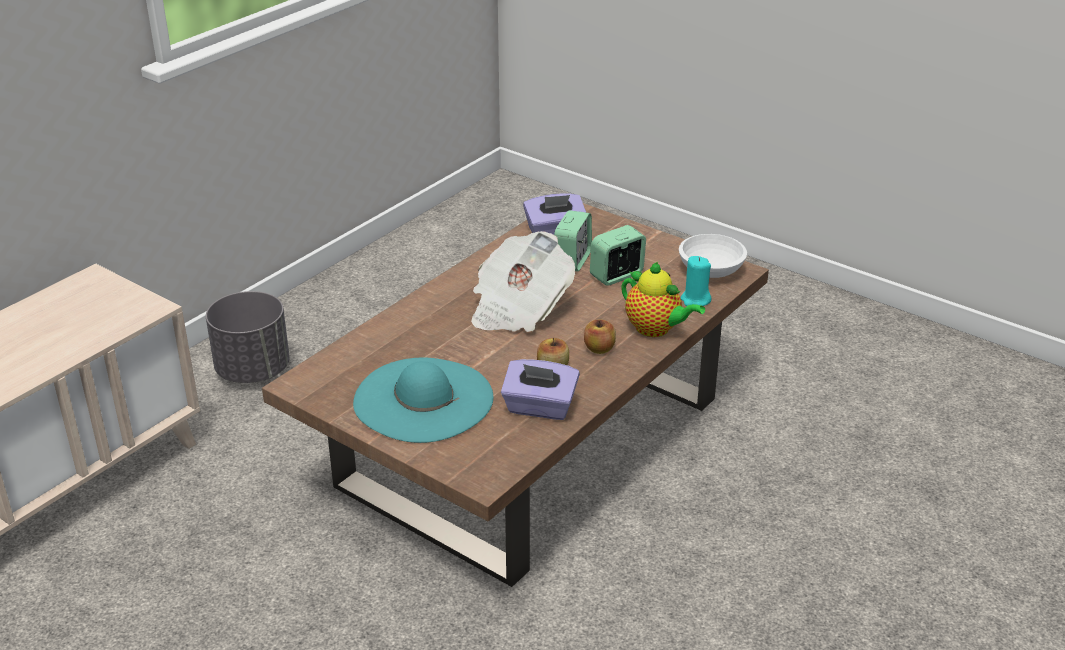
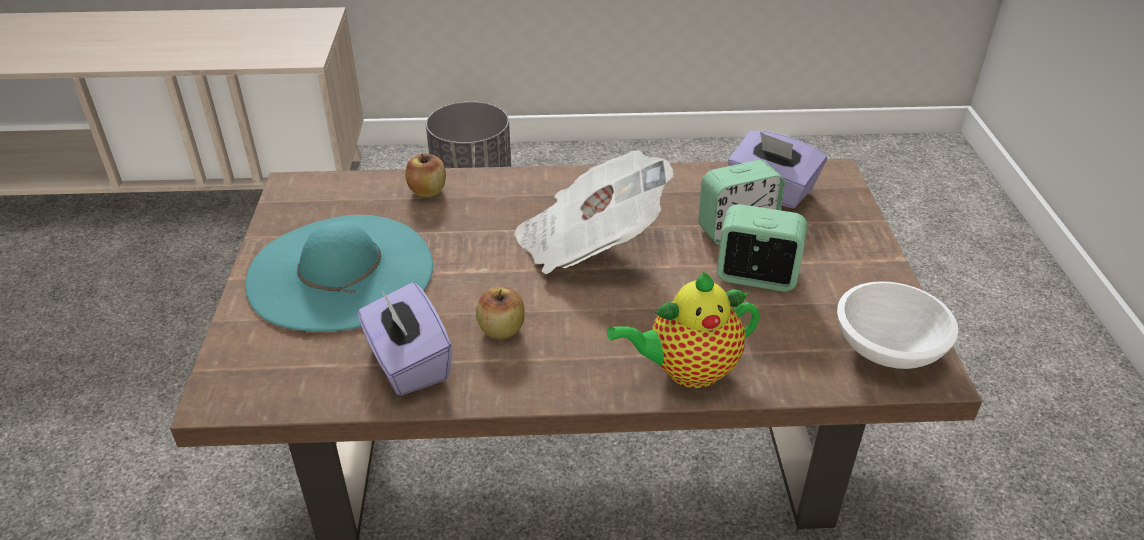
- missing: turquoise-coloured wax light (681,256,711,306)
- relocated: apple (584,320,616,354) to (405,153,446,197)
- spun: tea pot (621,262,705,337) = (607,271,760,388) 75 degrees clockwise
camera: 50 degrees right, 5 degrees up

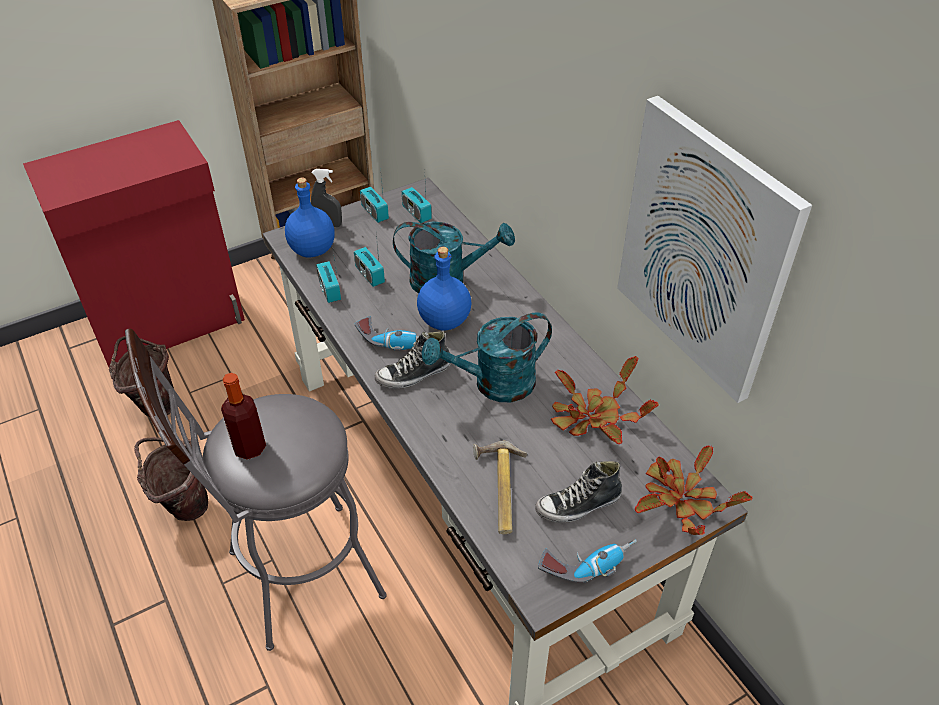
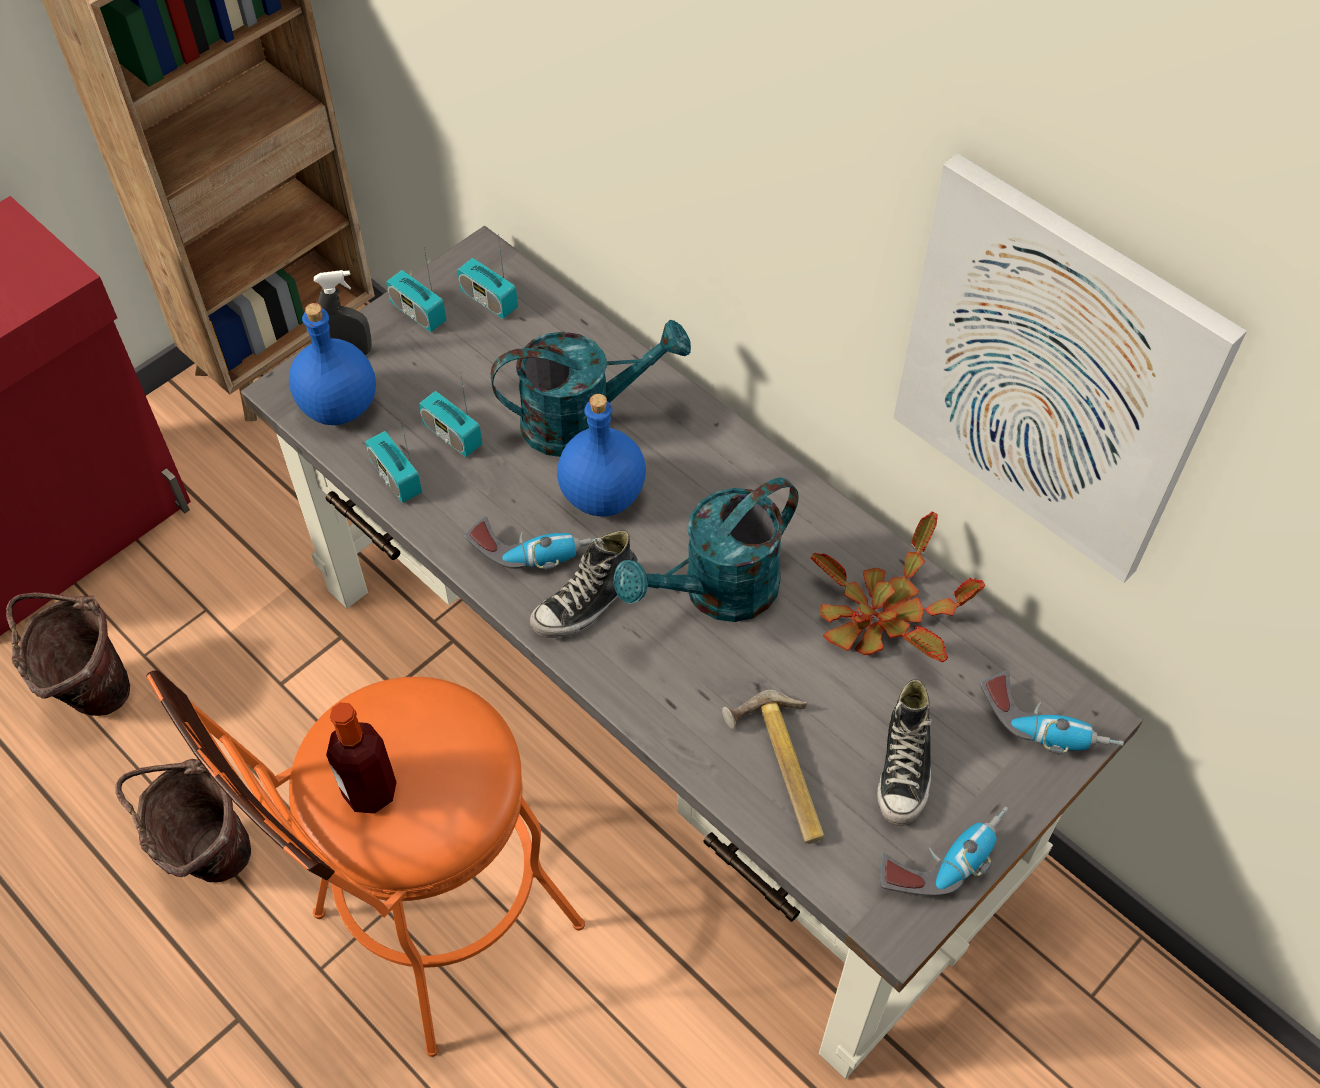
- exchanged: plant in a pot (635,445,753,535) to electric drill (980,671,1124,755)
- colour: gray stool (125,329,387,651) to orange stool (146,670,585,1057)
- spun: item of footwear (535,461,622,523) = (877,679,932,826) 45 degrees counterclockwise
camera: 15 degrees left, 10 degrees up

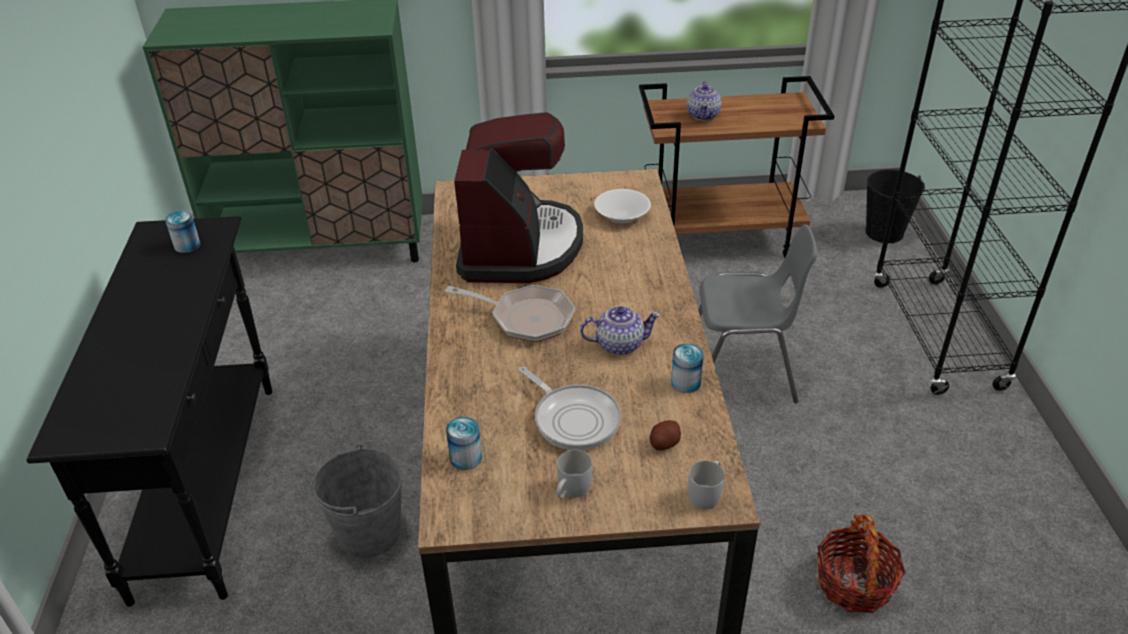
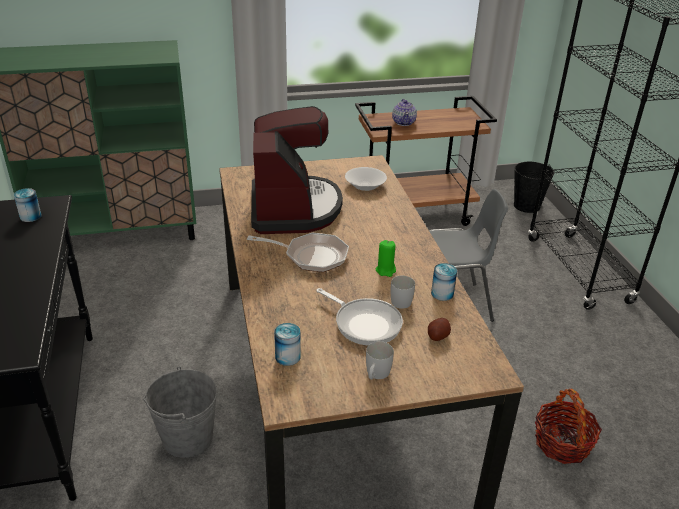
- relocated: white-coloured coffee mug (688,461,725,509) to (391,276,415,309)
- exchanged: tea pot (580,306,661,355) to green-coloured wax light (376,240,396,277)
camera: 10 degrees left, 5 degrees down

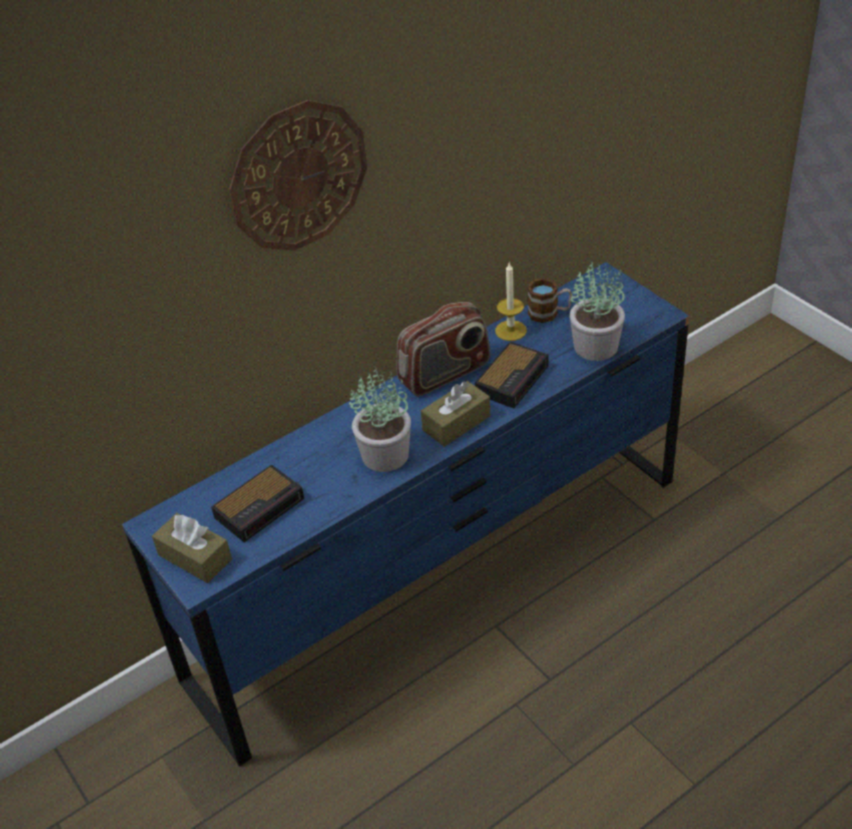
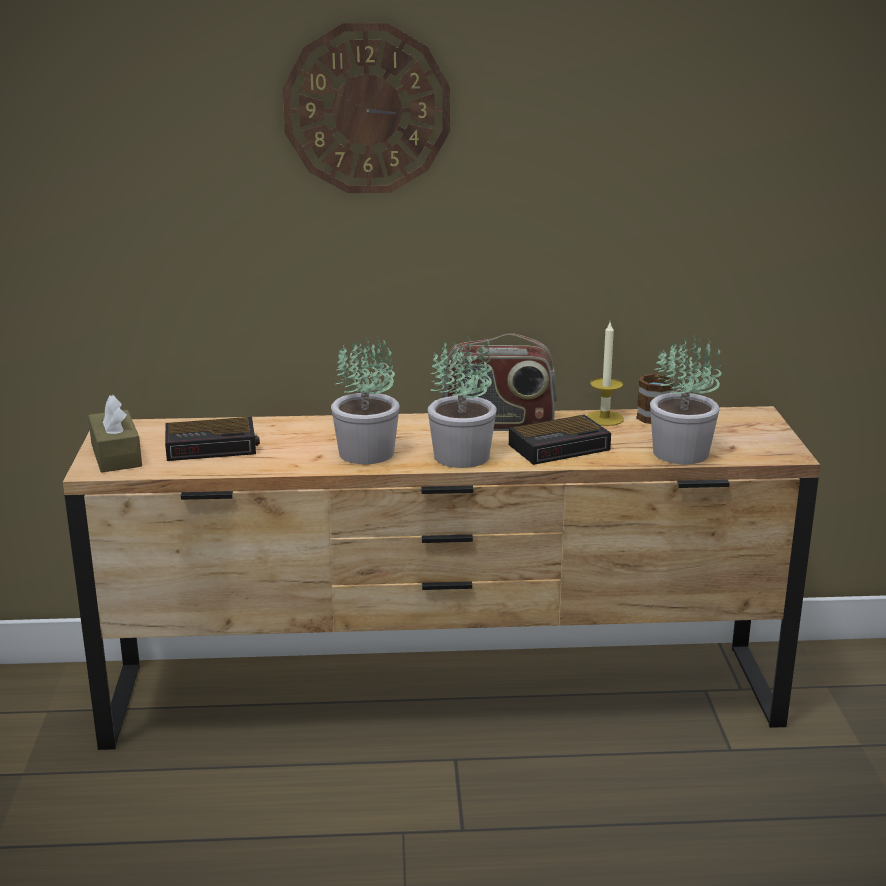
- exchanged: brown-coloured box of tissues (421,381,490,447) to plant in a pot (428,336,497,468)
- colour: bluish drawer chest (122,262,689,766) to brown-coloured drawer chest (63,406,820,750)
camera: 30 degrees right, 20 degrees down

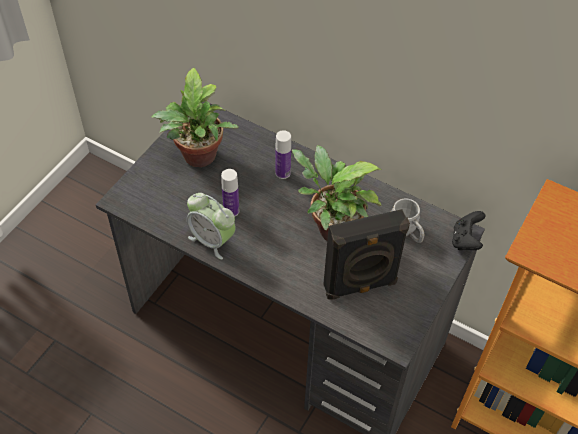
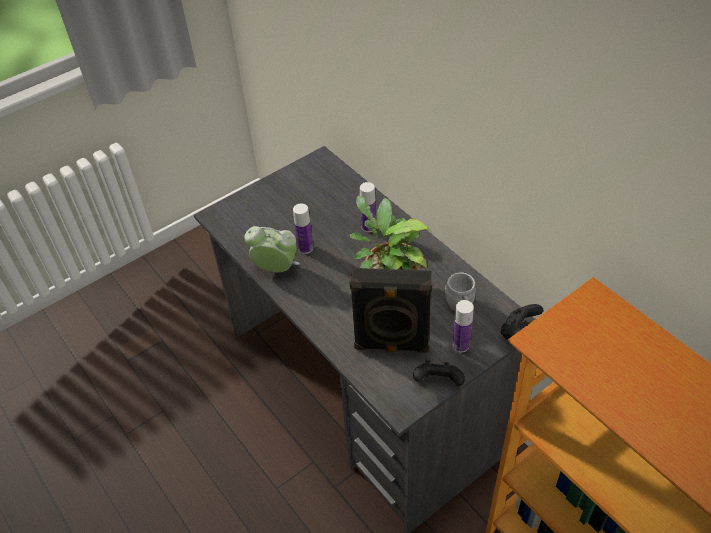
- missing: plant in a pot (152,67,239,167)
- appeared: black joypad (413,360,465,386)
- appeared: drink bottle (452,300,474,352)
- spun: bedside clock (187,193,236,259) = (244,226,300,272) 135 degrees clockwise
camera: 25 degrees right, 5 degrees down

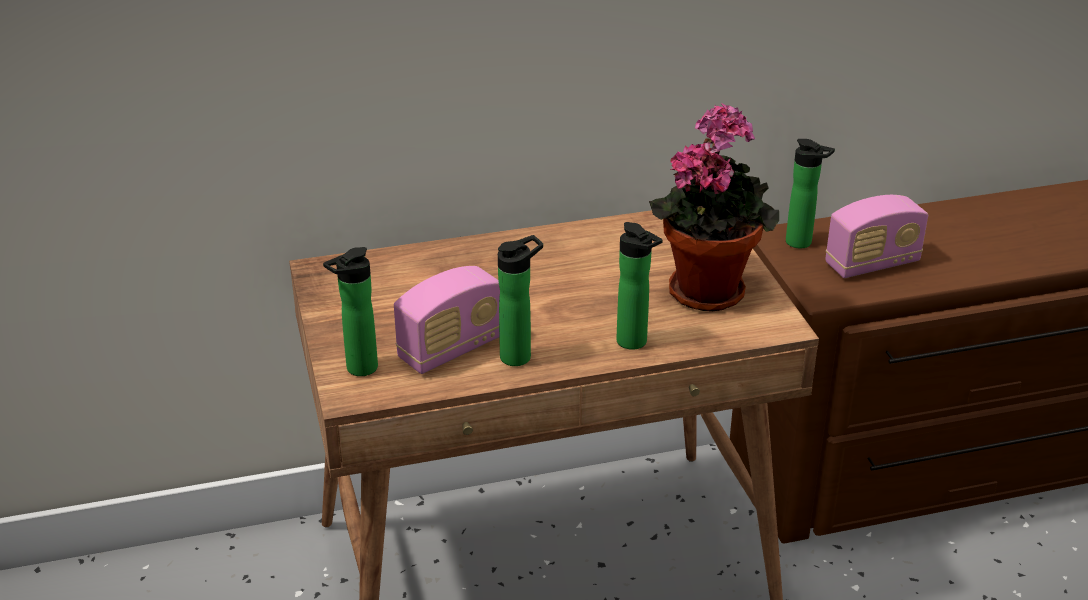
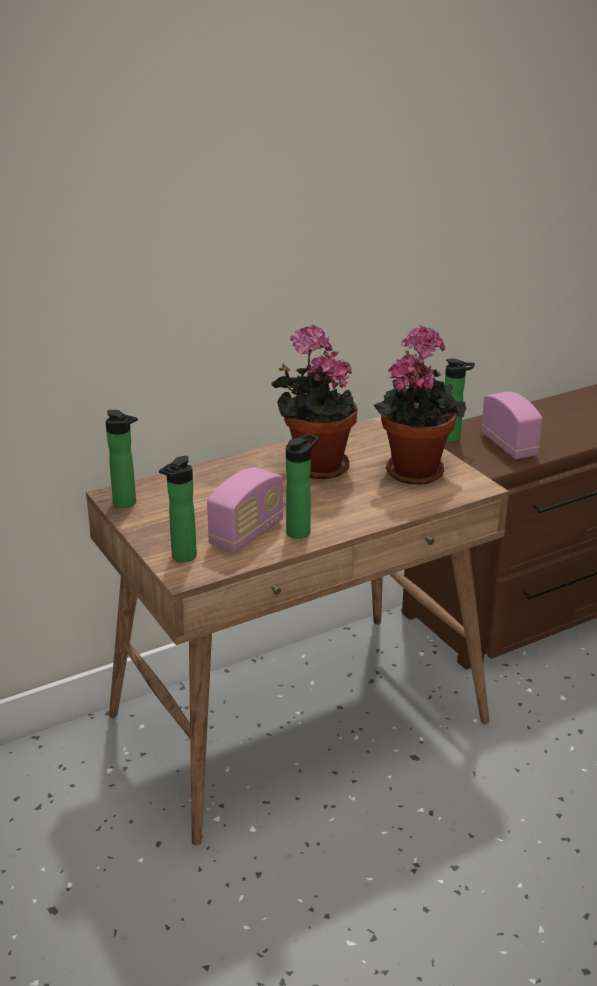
- appeared: plant in a pot (271,325,358,479)
- relocated: drink bottle (616,222,663,350) to (106,410,138,508)
- spun: radio set (825,195,928,278) = (481,392,542,459) 75 degrees counterclockwise
camera: 15 degrees left, 5 degrees down

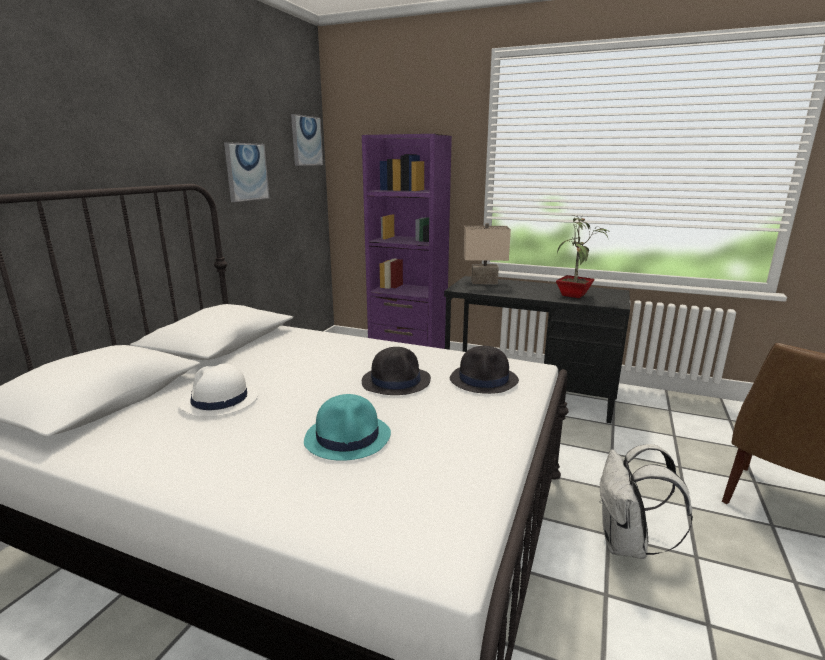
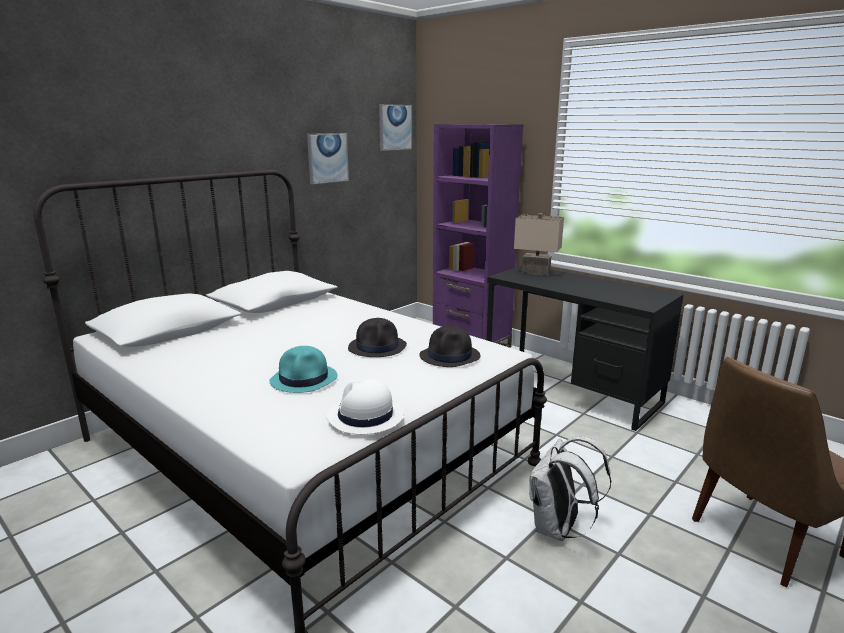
- missing: plant in a pot (556,215,611,298)
- relocated: white-coloured wearable hat (178,364,259,417) to (326,379,404,435)
camera: 20 degrees right, 0 degrees up

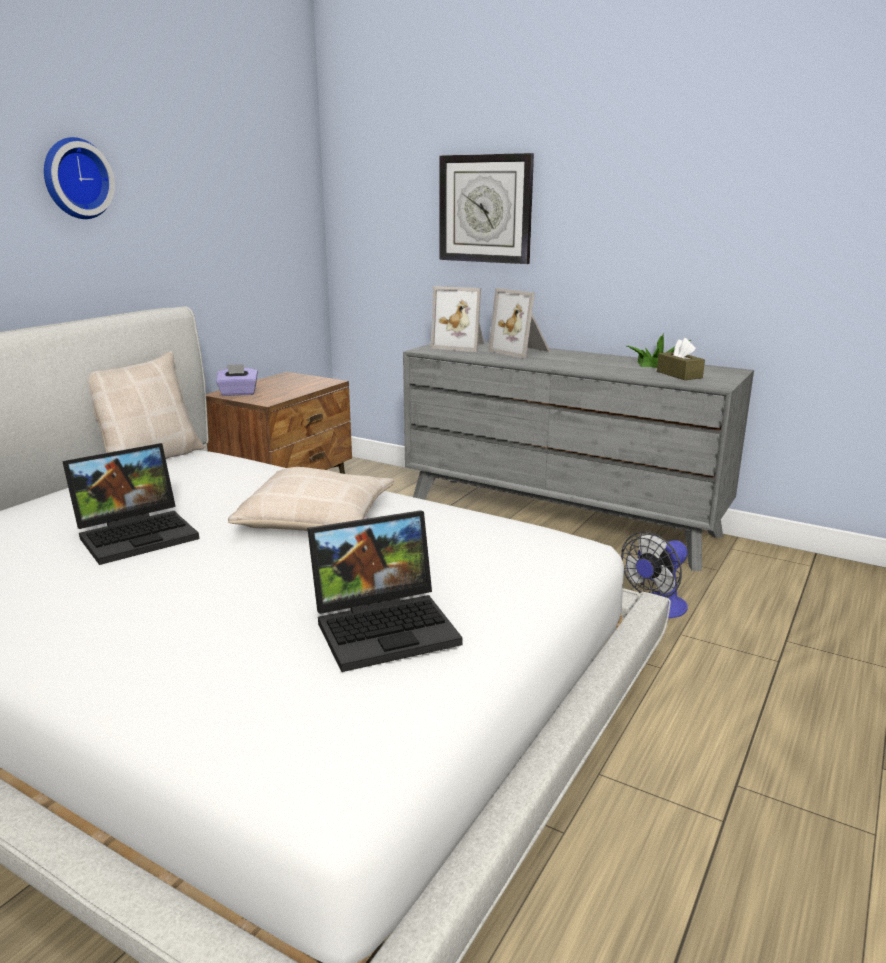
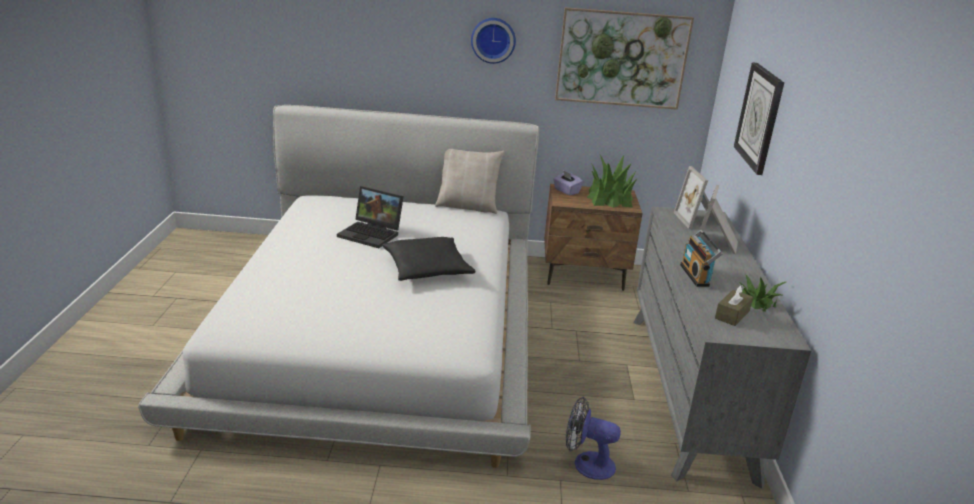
- missing: portable computer (307,510,463,672)
- appeared: picture (555,7,694,110)
- appeared: plant in a pot (587,155,637,208)
- appeared: radio set (680,230,723,287)
- colour: beige throw pillow (228,467,394,531) to black throw pillow (383,237,475,281)
camera: 60 degrees right, 5 degrees up

